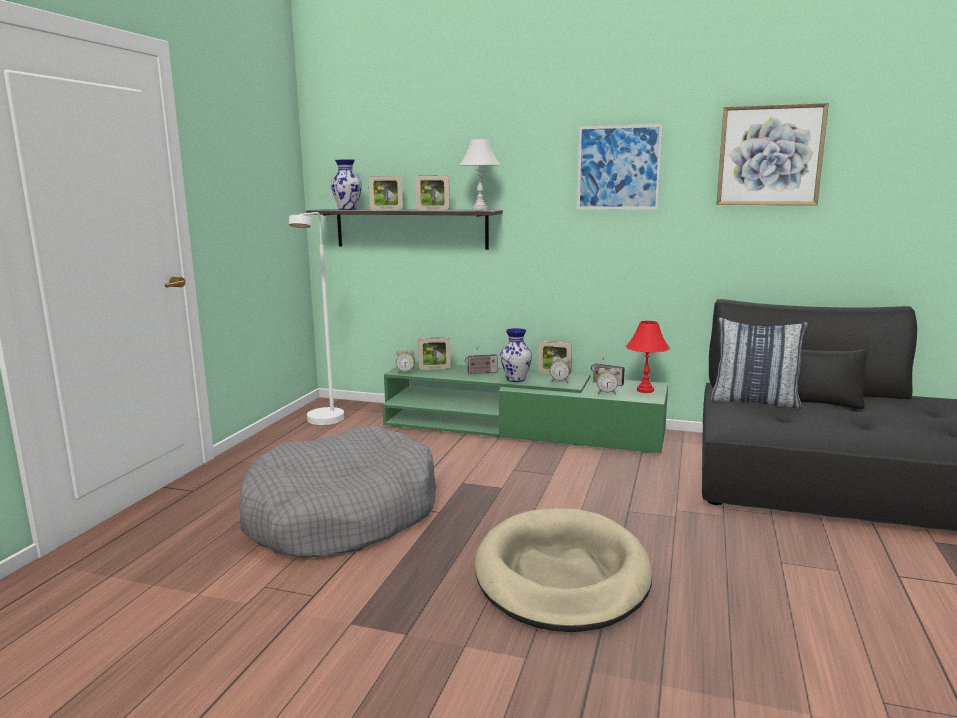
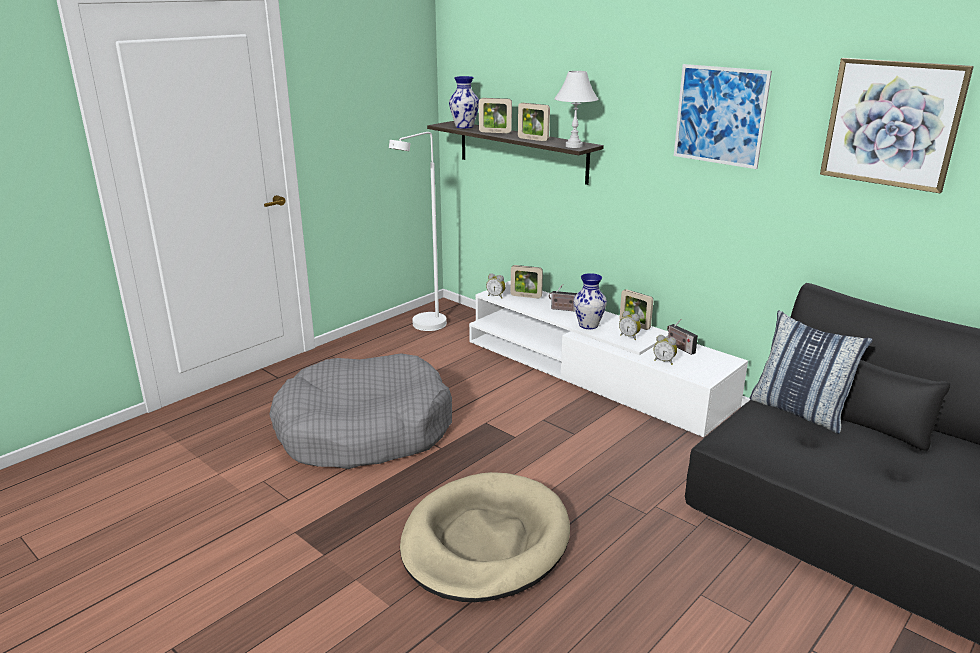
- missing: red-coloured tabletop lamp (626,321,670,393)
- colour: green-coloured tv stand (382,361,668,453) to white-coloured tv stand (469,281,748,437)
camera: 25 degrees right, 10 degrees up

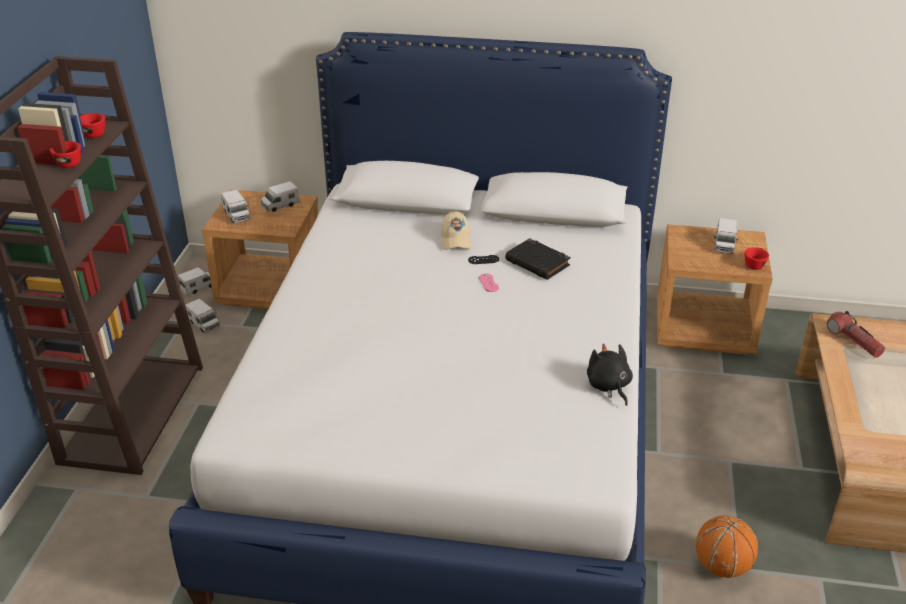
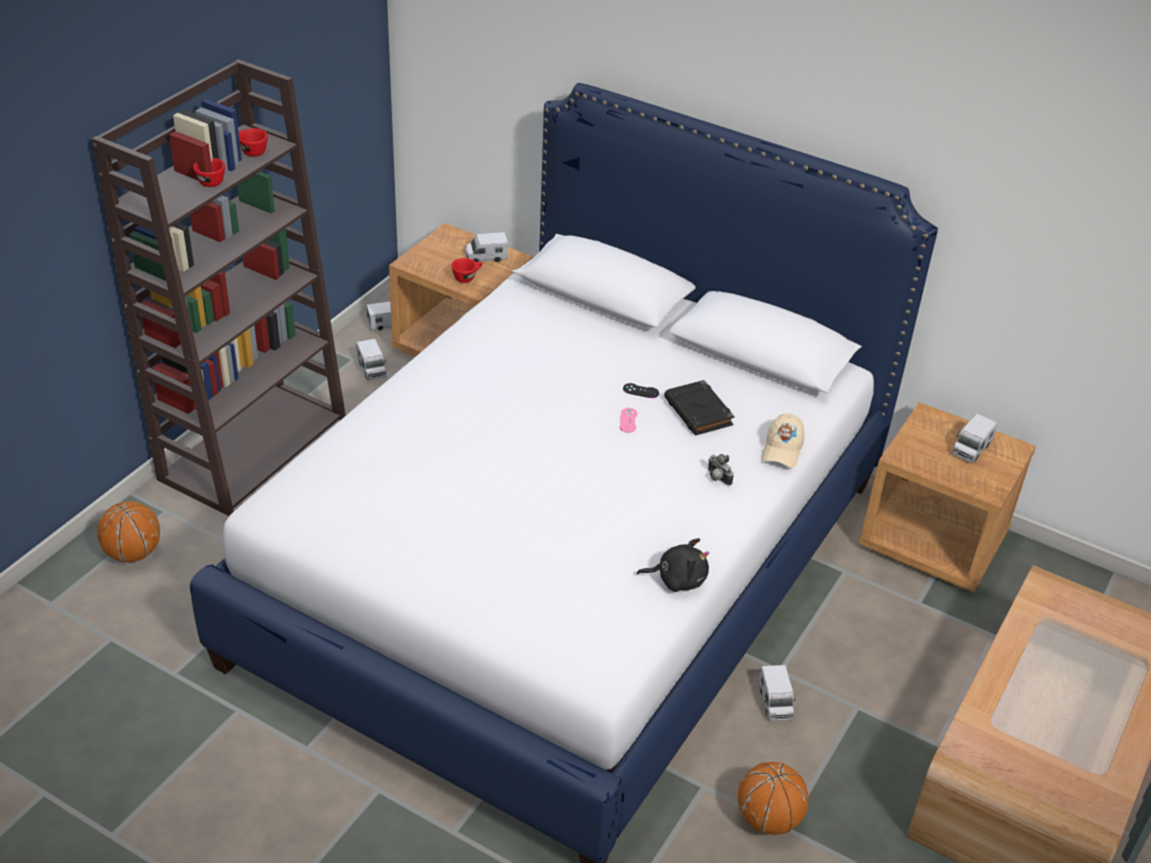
- missing: torch (827,311,885,358)
- appeared: basketball (97,501,160,562)
- appeared: photo camera (708,454,734,486)
- relocated: toy lorry (221,189,250,223) to (758,665,796,721)
- relocated: beige baseball cap (441,211,471,250) to (761,413,805,467)
- relocated: red-coloured cup (745,247,769,270) to (451,258,482,283)
- spun: black cuddly toy (587,343,633,406) = (637,538,709,592) 90 degrees clockwise
camera: 20 degrees right, 5 degrees up

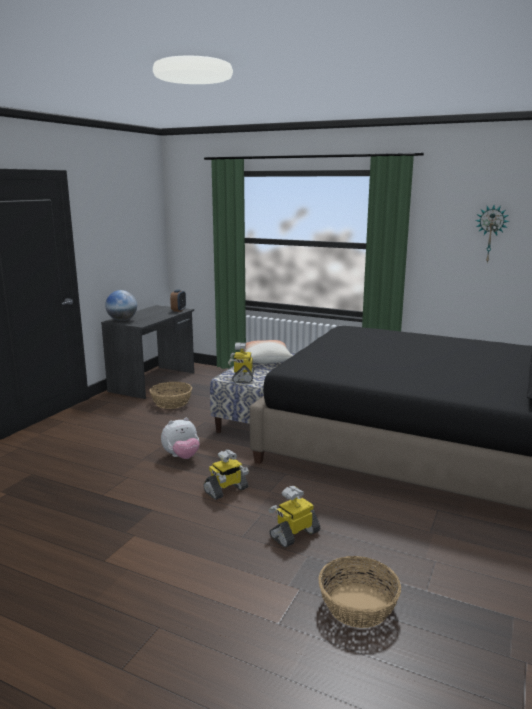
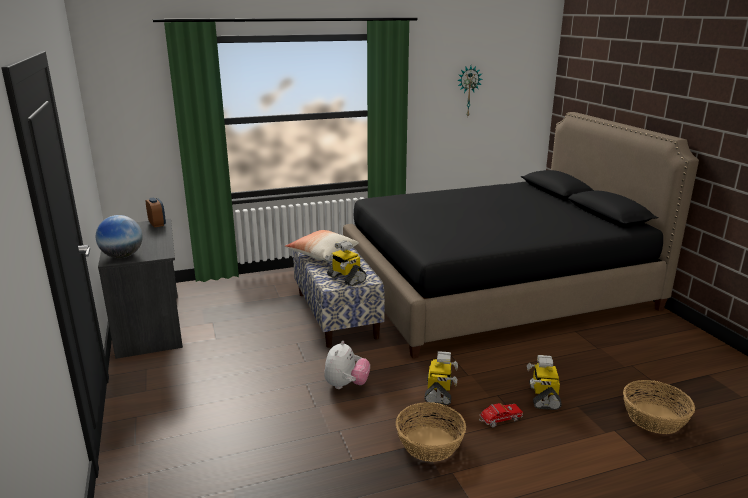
- appeared: toy lorry (479,403,523,427)
- relocated: household basket (150,382,192,409) to (396,402,466,462)
camera: 45 degrees left, 5 degrees up

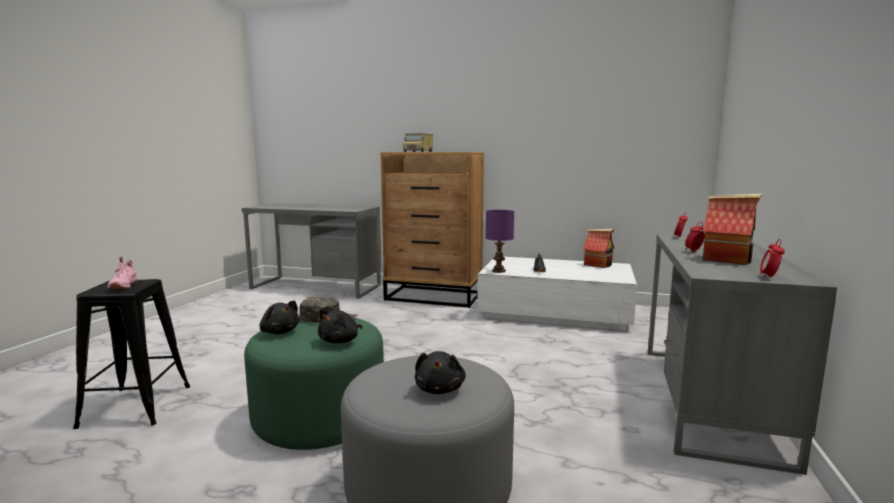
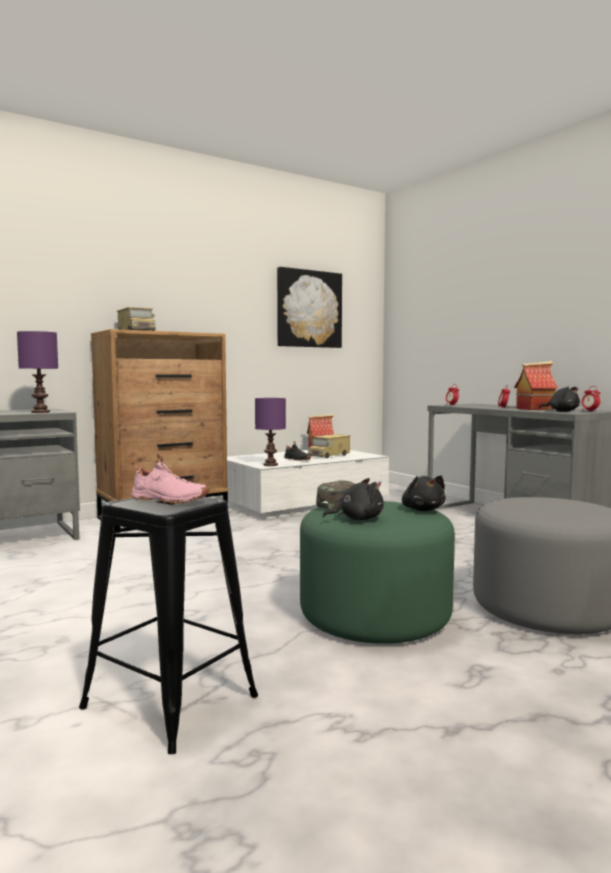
- appeared: purple tabletop lamp (17,331,58,413)
- appeared: picture (277,267,342,348)
- appeared: toy lorry (308,434,351,458)
- relocated: black cuddly toy (415,351,466,394) to (539,386,580,412)
camera: 50 degrees left, 5 degrees down

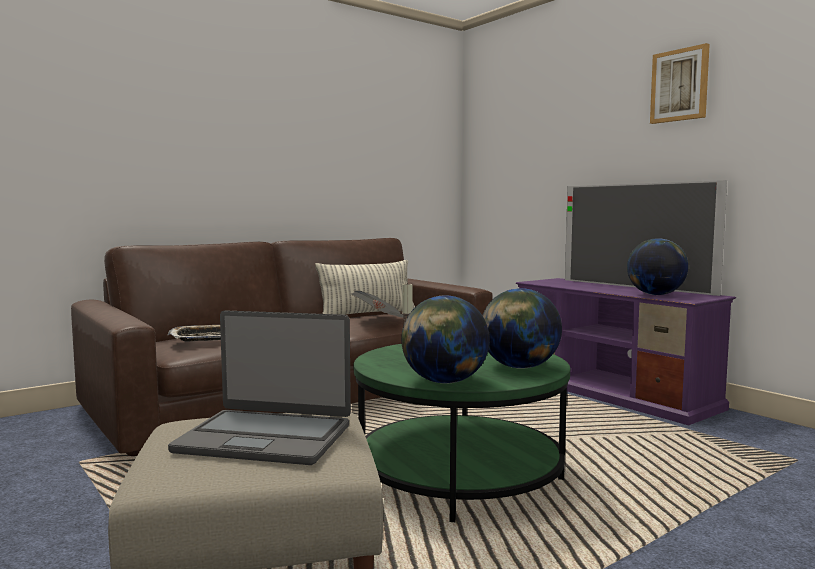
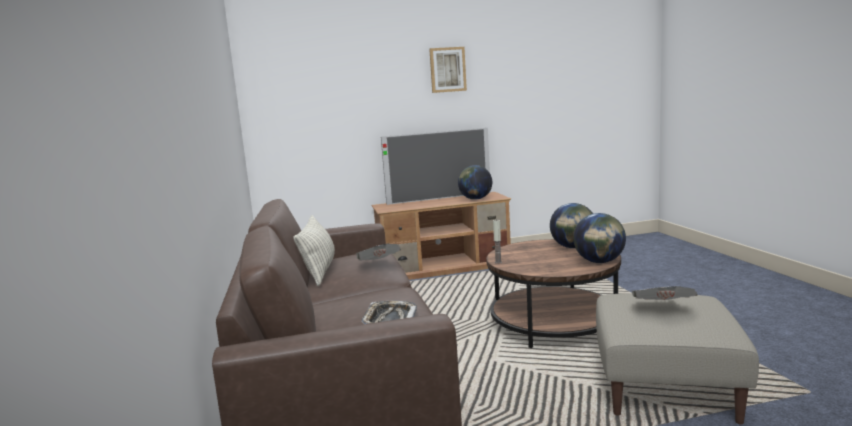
- exchanged: portable computer (168,310,351,465) to daily paper (632,286,698,300)
- colour: green-coloured lounge table (354,344,570,522) to brown-coloured lounge table (486,239,621,348)
- colour: purple tv stand (516,278,736,425) to brown-coloured tv stand (371,192,511,280)
camera: 65 degrees left, 5 degrees up

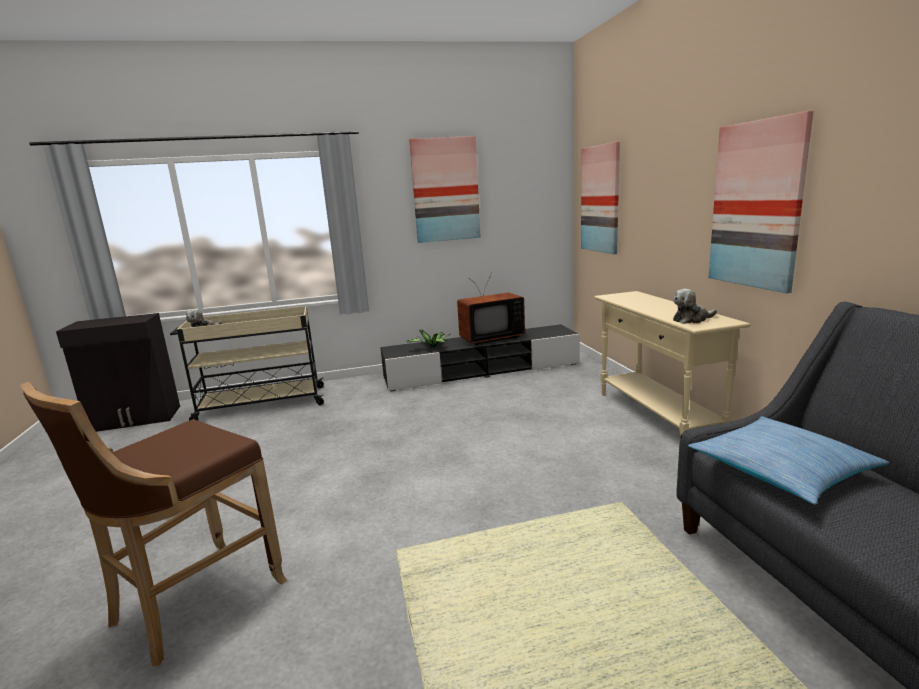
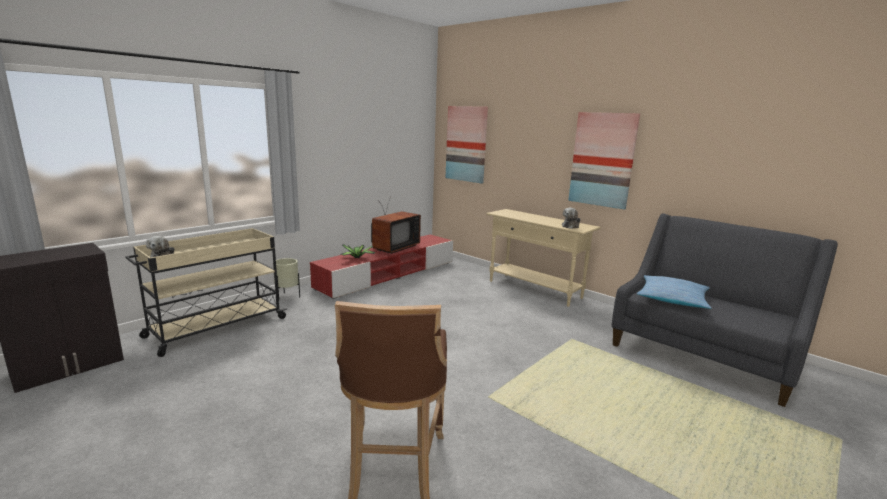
- missing: picture (409,136,481,243)
- appeared: beige flower pot (273,258,300,297)
- colour: black tv stand (380,324,580,392) to red-coloured tv stand (310,235,453,299)
camera: 35 degrees left, 0 degrees up

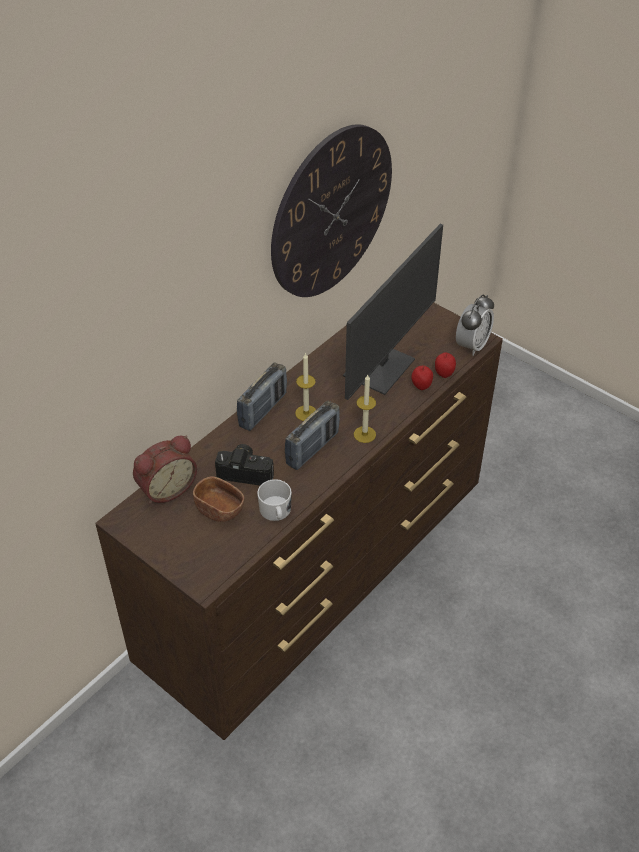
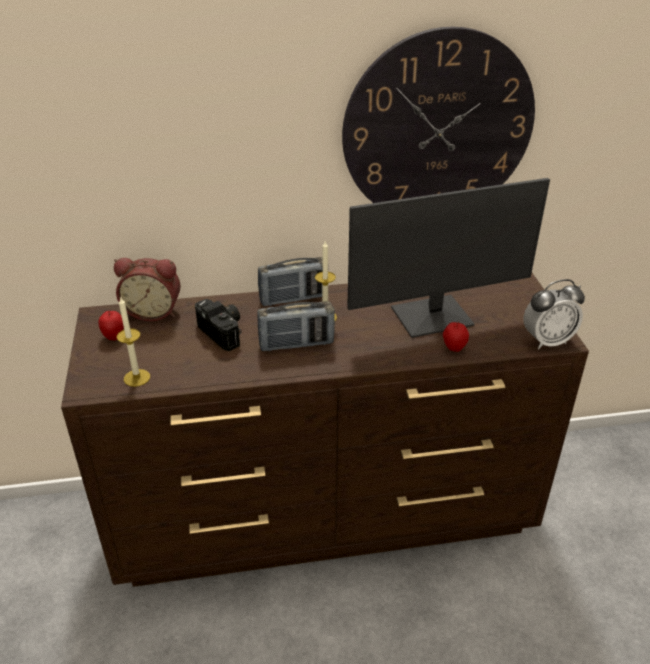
- missing: brown-coloured serving bowl (193,476,244,522)
- missing: white-coloured coffee mug (257,479,292,521)
- relocated: wax light (354,375,376,443) to (117,296,150,387)
- relocated: apple (435,352,456,378) to (98,311,124,340)
camera: 40 degrees right, 10 degrees down

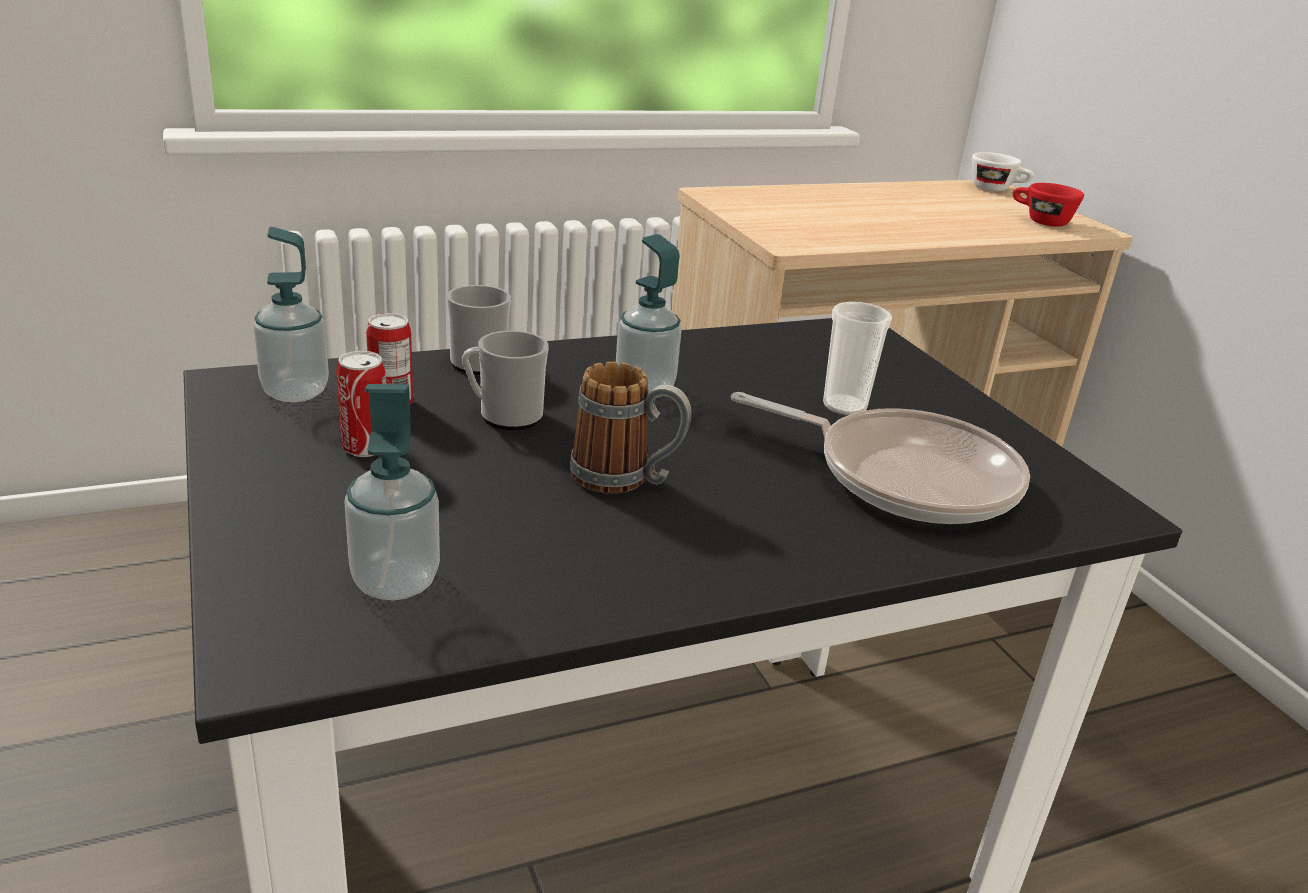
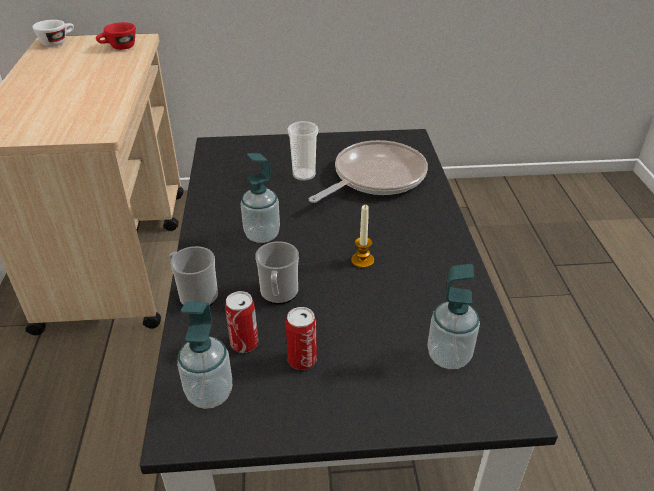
- exchanged: coffee mug (570,361,692,494) to wax light (351,205,374,268)
camera: 70 degrees left, 10 degrees up

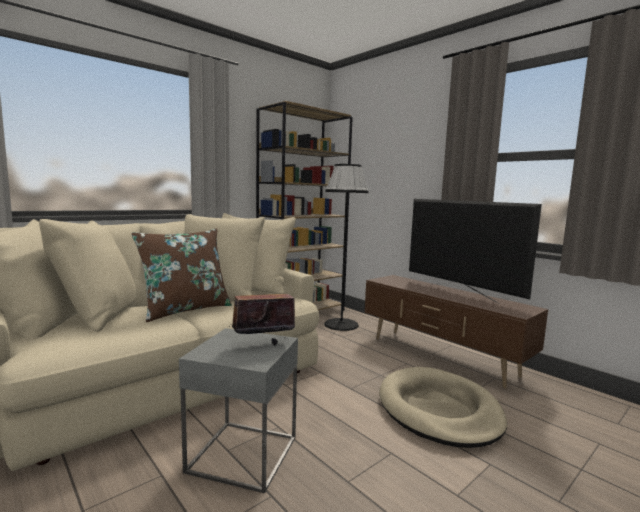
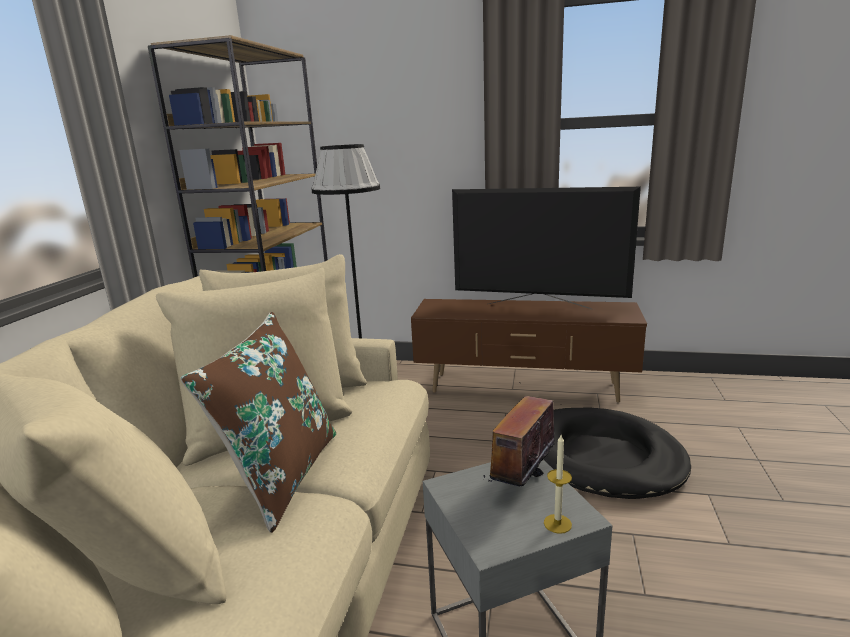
- appeared: wax light (544,435,572,534)
- colour: beige pet bed (379,367,507,448) to black pet bed (543,407,691,499)
camera: 35 degrees left, 10 degrees up

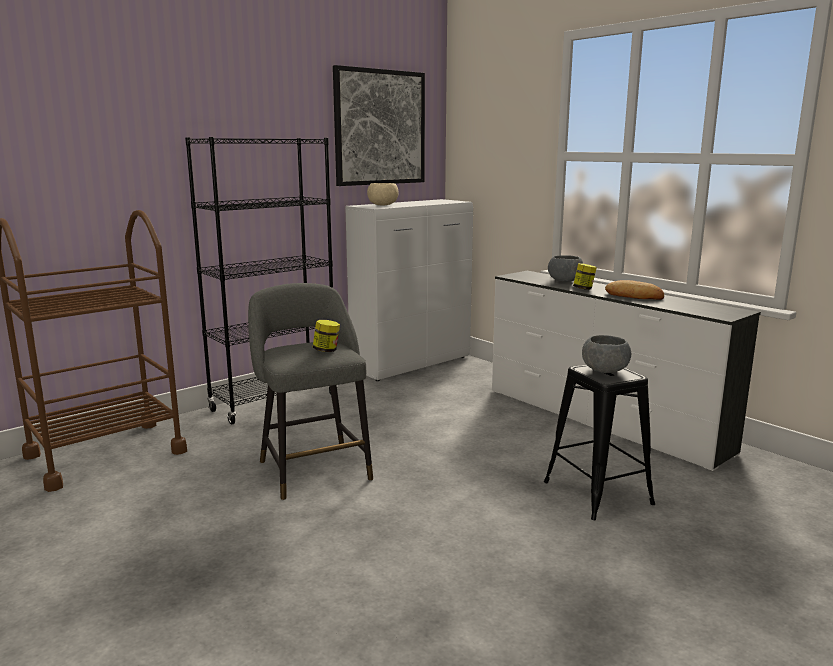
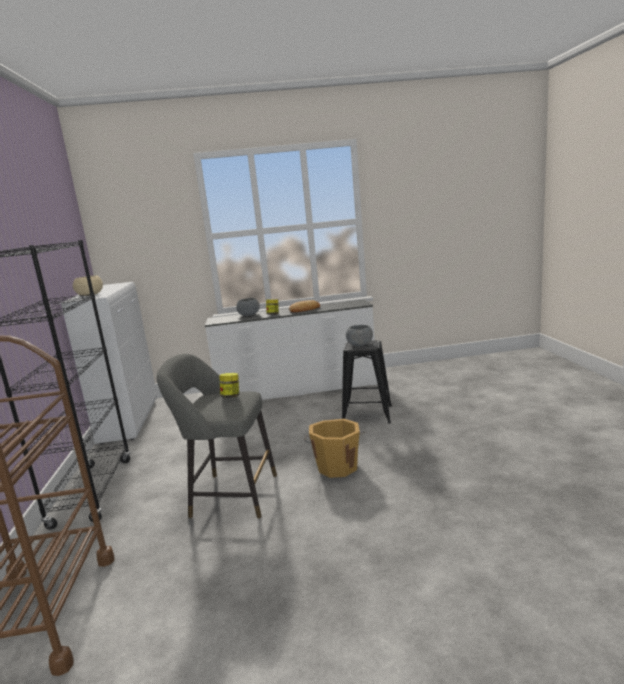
- missing: picture (333,65,425,186)
- appeared: orange water bucket (304,419,365,478)
camera: 55 degrees left, 0 degrees up

